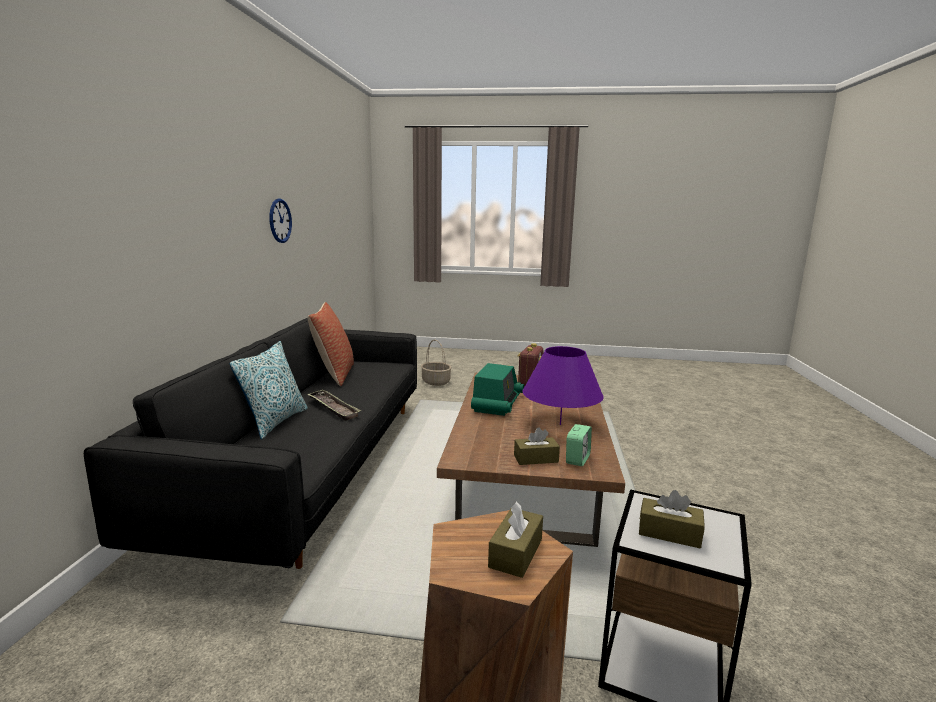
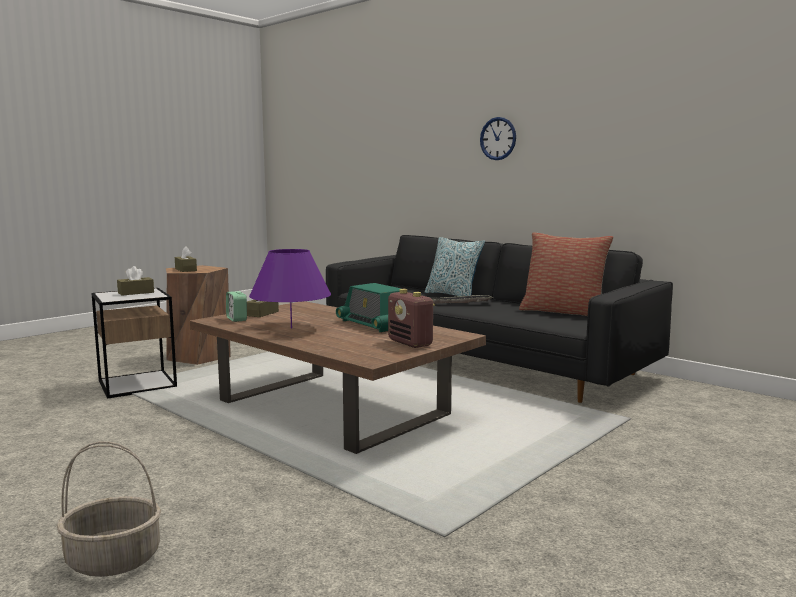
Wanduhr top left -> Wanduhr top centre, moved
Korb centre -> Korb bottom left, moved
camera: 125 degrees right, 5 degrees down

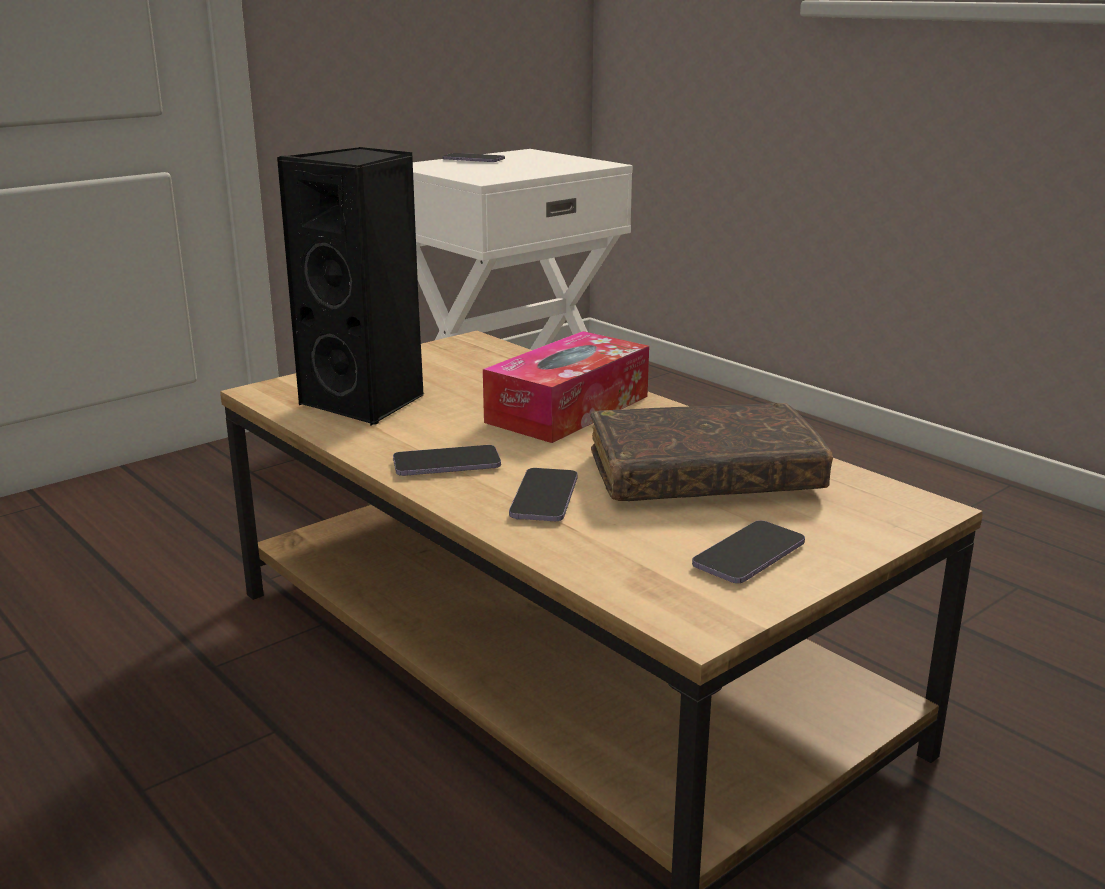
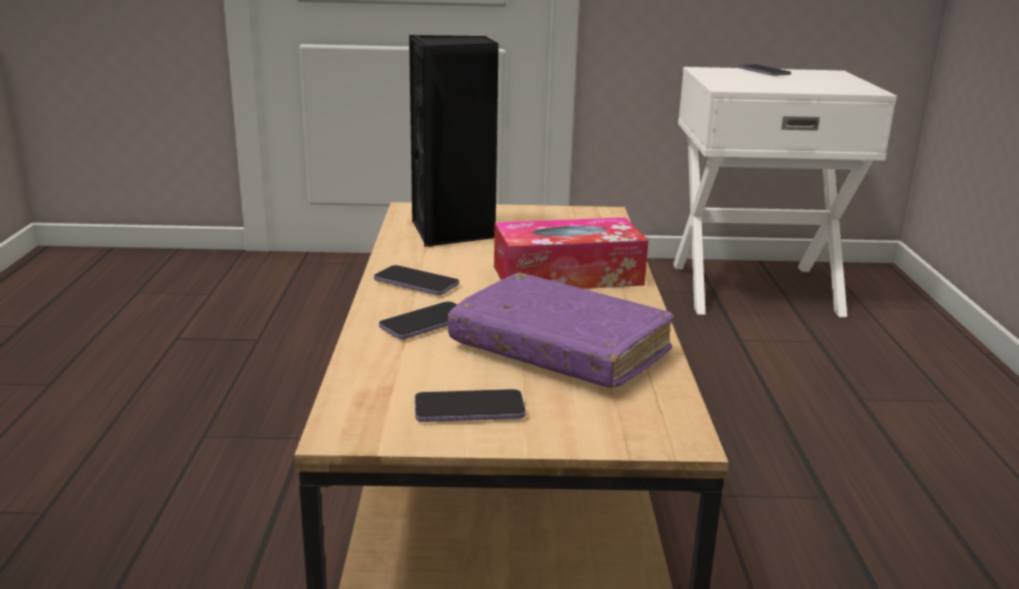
Buch [braun] centre -> Buch [lila] centre
camera: 40 degrees right, 0 degrees up

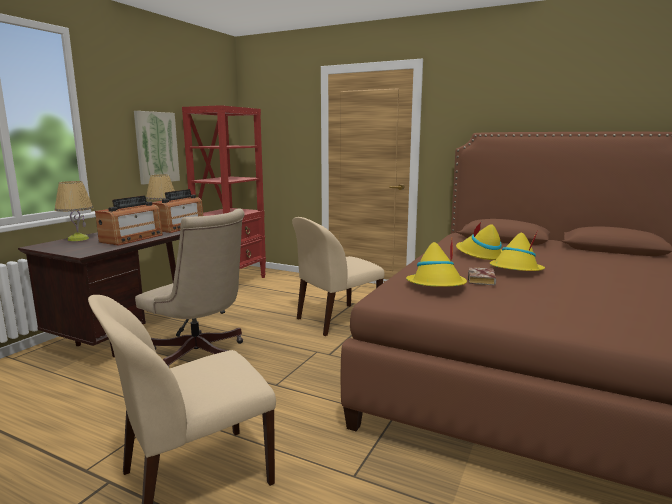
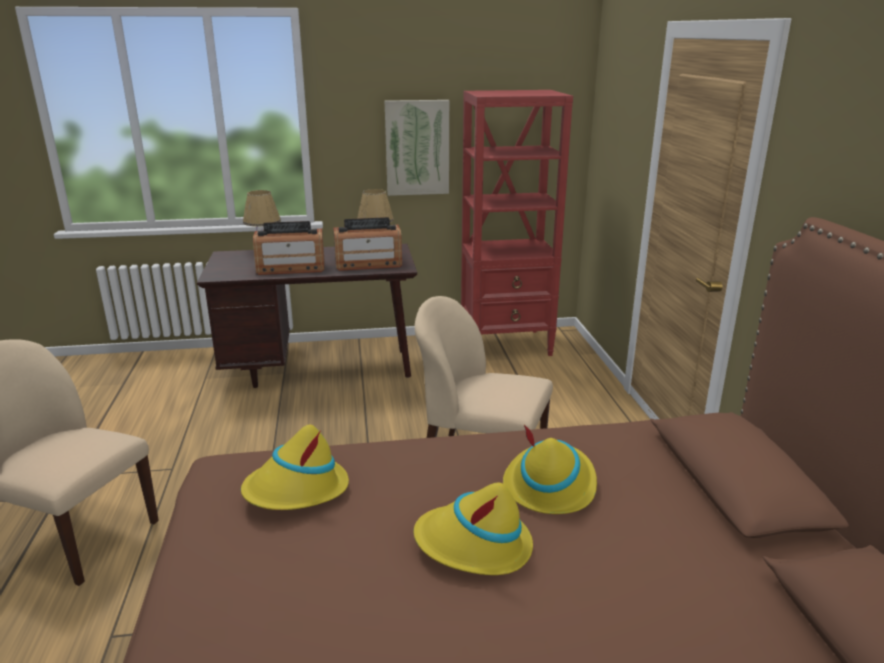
Bürostuhl [beige] middle left -> none
Buch middle right -> none
camera: 55 degrees right, 10 degrees up

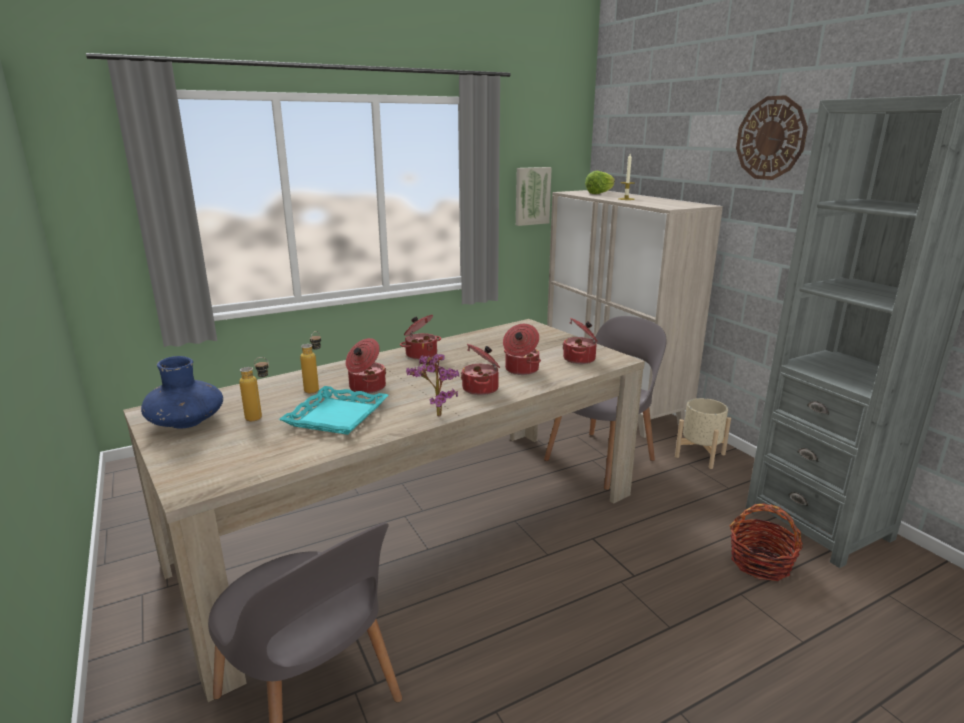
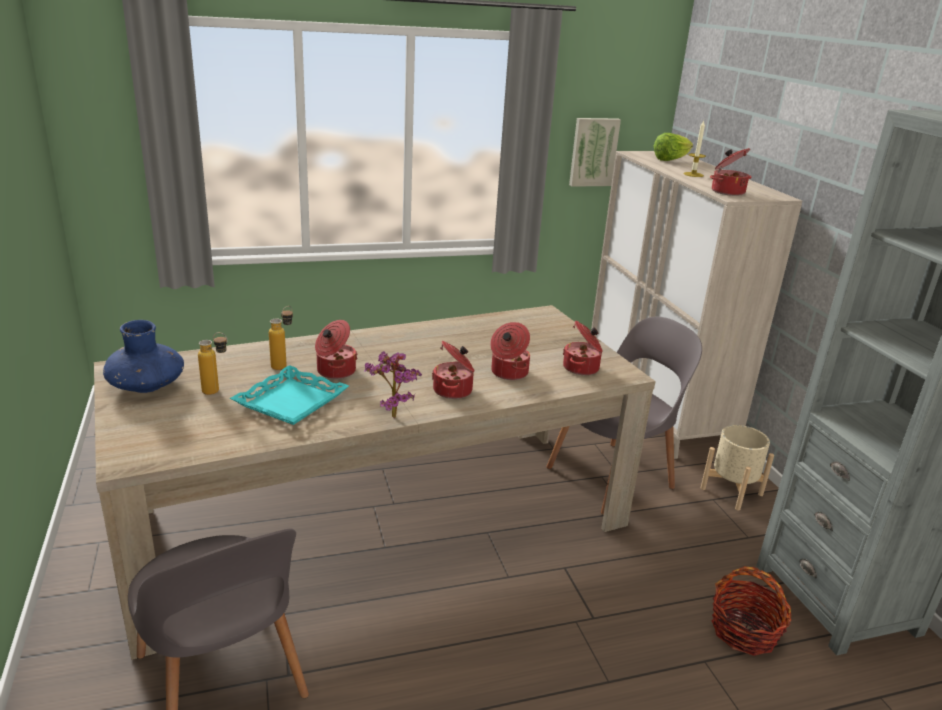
Wanduhr top right -> none
Kochtopf (2nd from left in the first image) centre -> Kochtopf (5th from left) top right, moved
camera: 10 degrees right, 5 degrees up

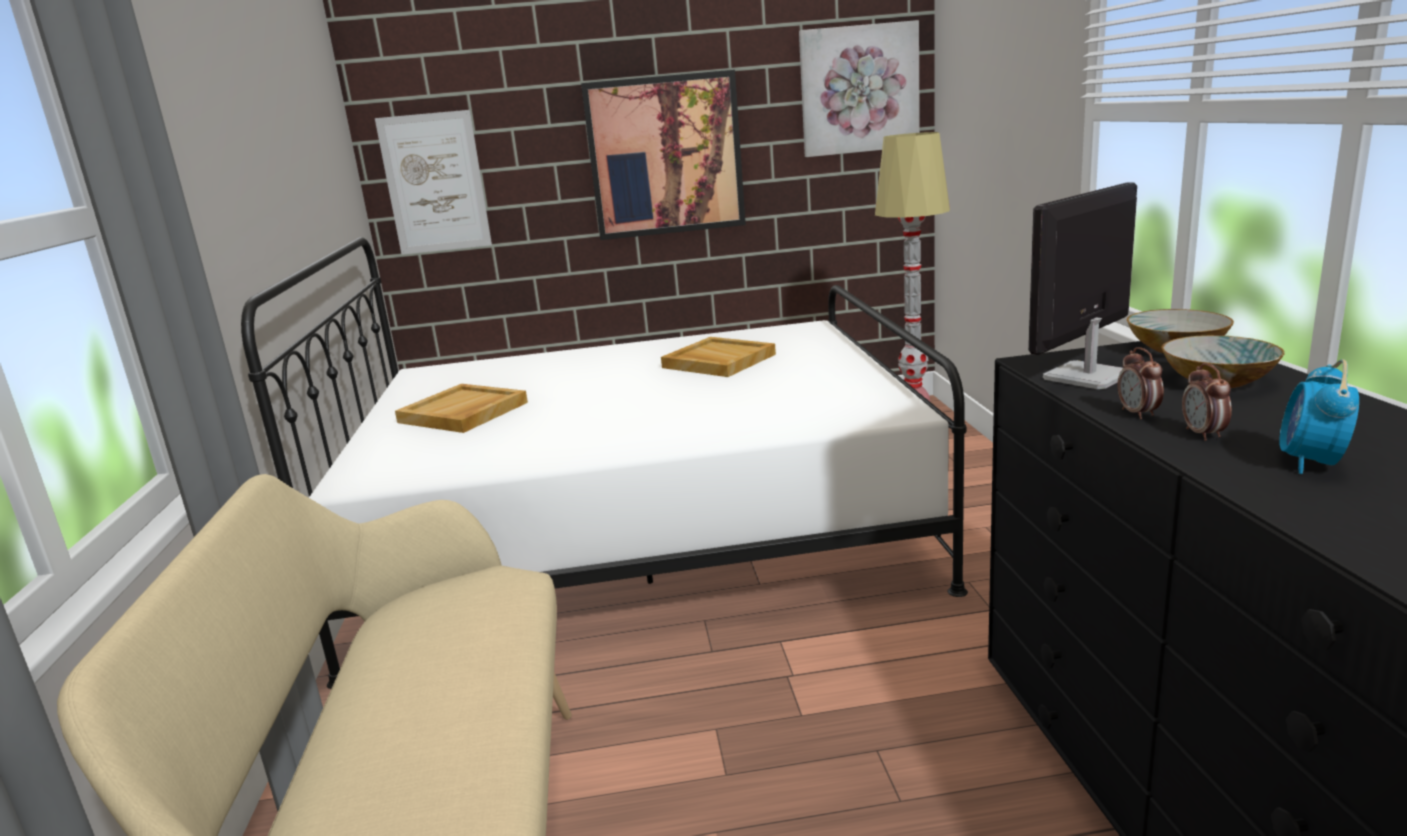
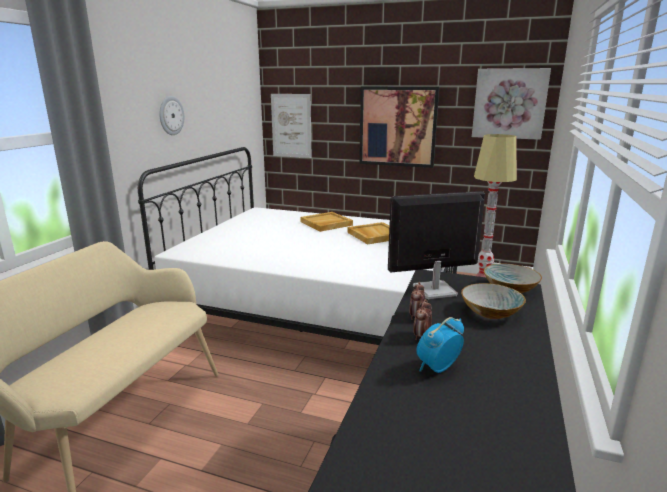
Tablett [beige] (1st from left) middle left -> Tablett [beige] (1st from left) centre, moved
none -> Wanduhr top left
camera: 25 degrees right, 0 degrees up

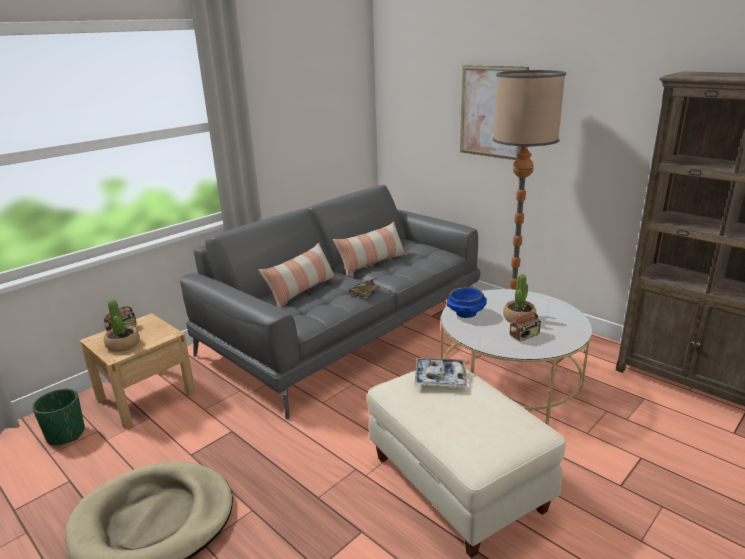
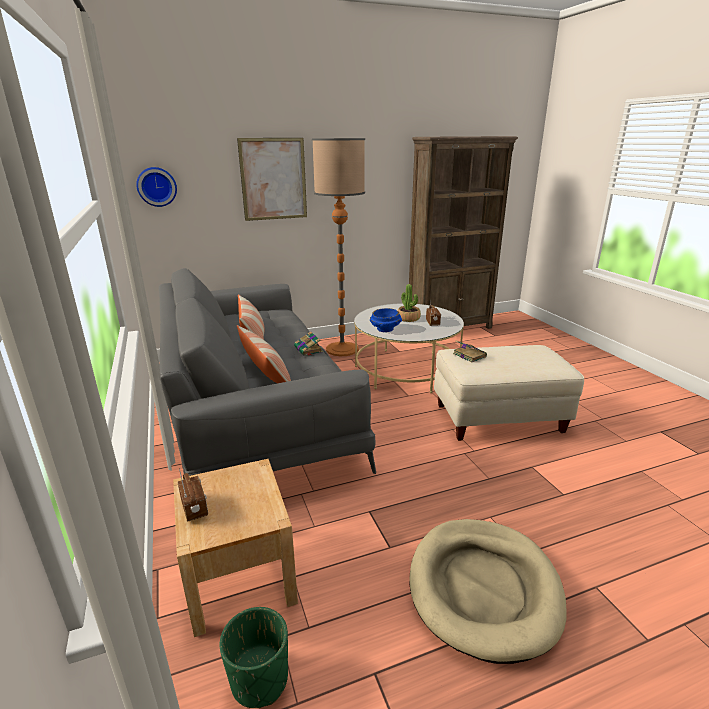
Topfpflanze (1st from left) middle left -> none
Tablett centre -> Buch (2nd from left) centre
none -> Wanduhr top left
camera: 65 degrees left, 0 degrees up

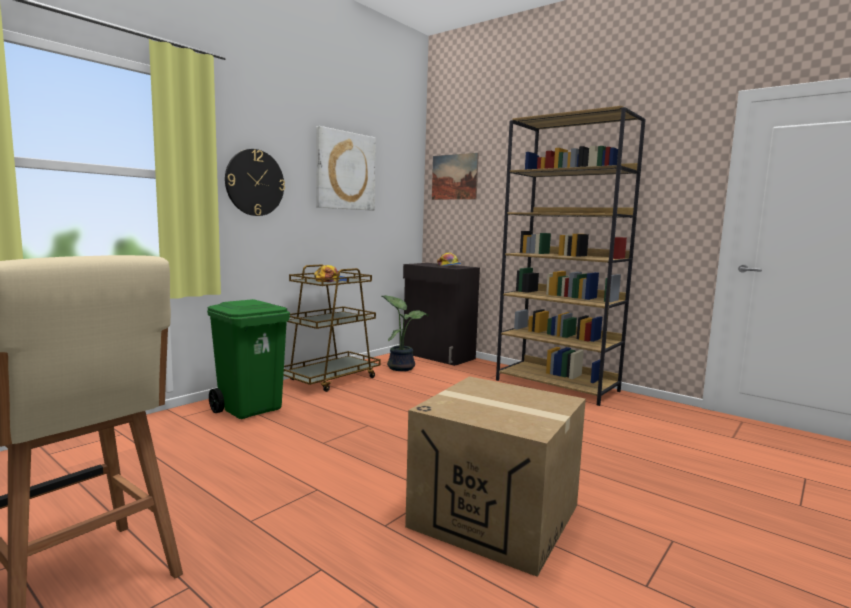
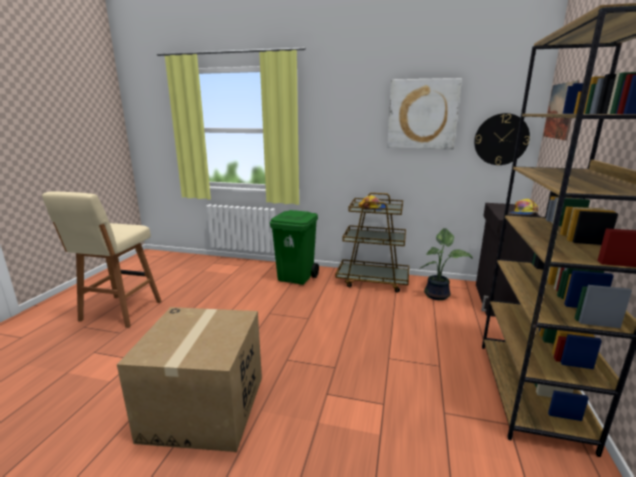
Wanduhr top left -> Wanduhr top right, moved
camera: 65 degrees right, 10 degrees up

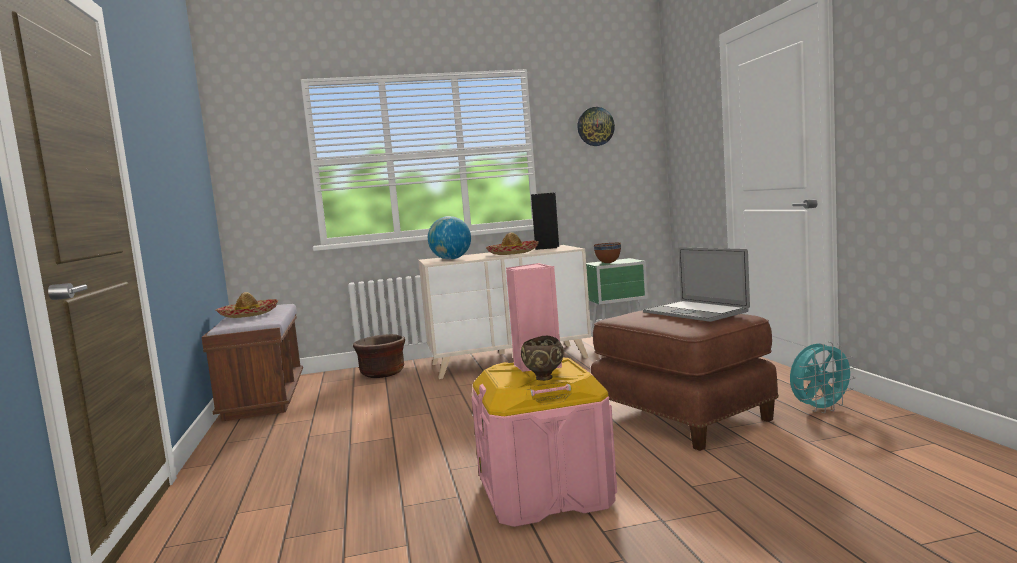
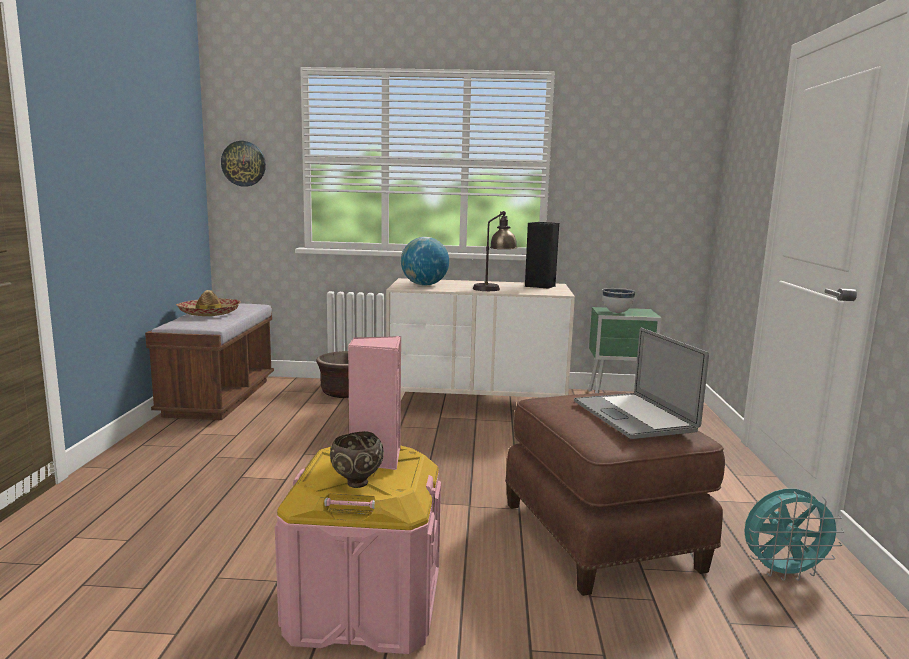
Wanduhr top centre -> Wanduhr top left, moved
Hut (2nd from left) centre -> Tischlampe centre
Schüssel [braun] (2nd from left) centre -> Schüssel [weiß] middle right
camera: 15 degrees right, 5 degrees up

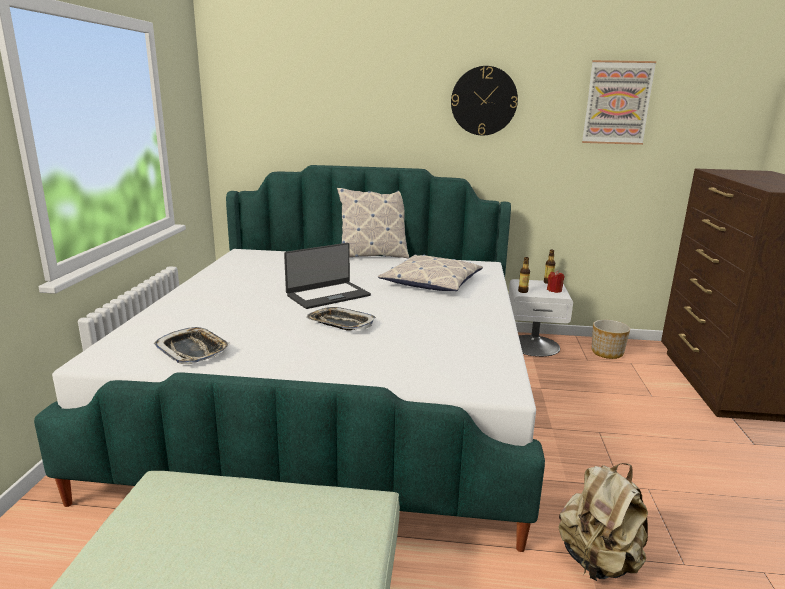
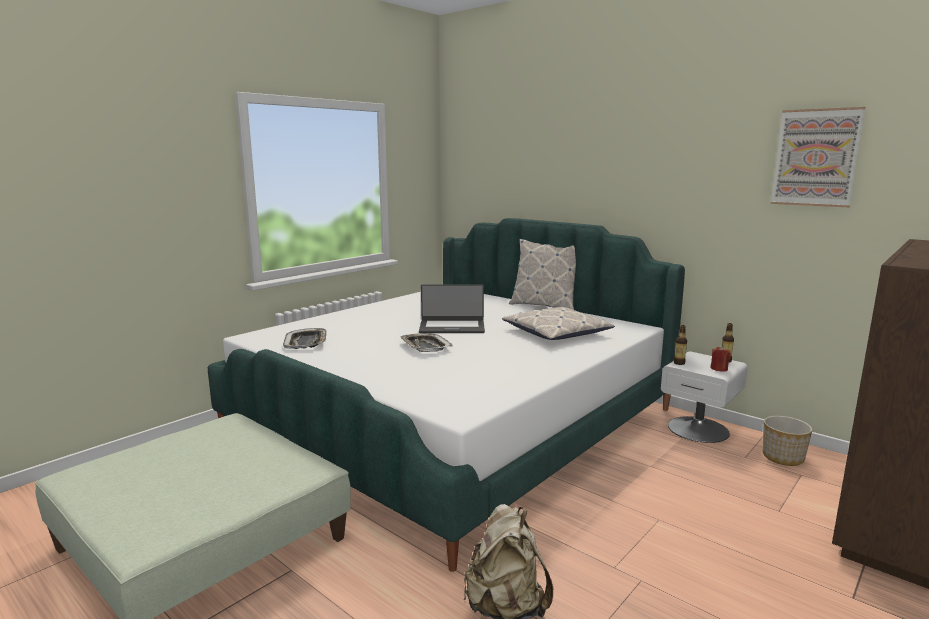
Wanduhr top centre -> none
camera: 35 degrees right, 5 degrees down

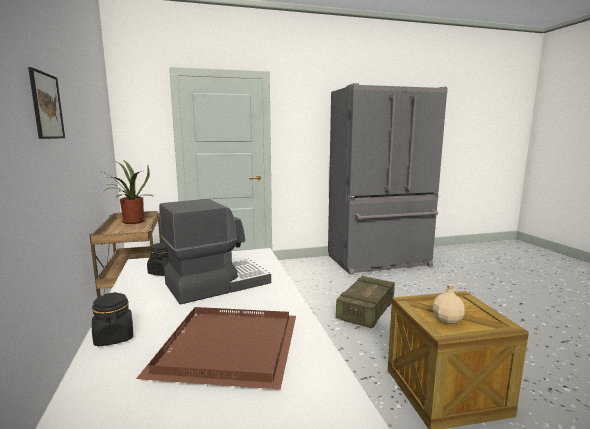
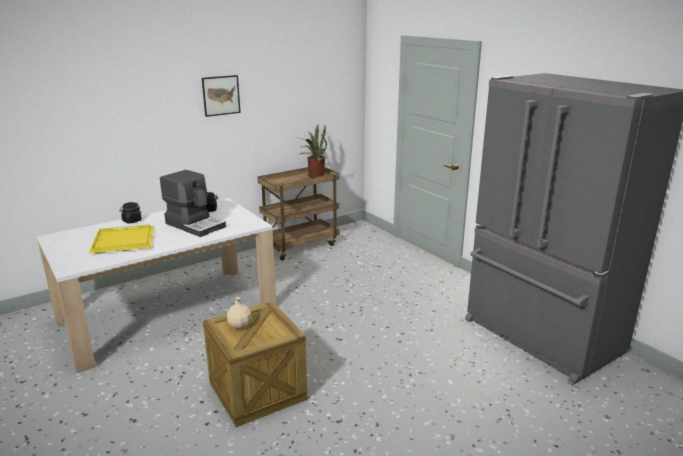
Kiste (1st from left) bottom centre -> none
Tablett [braun] bottom centre -> Tablett [gelb] middle left
camera: 70 degrees right, 10 degrees up

